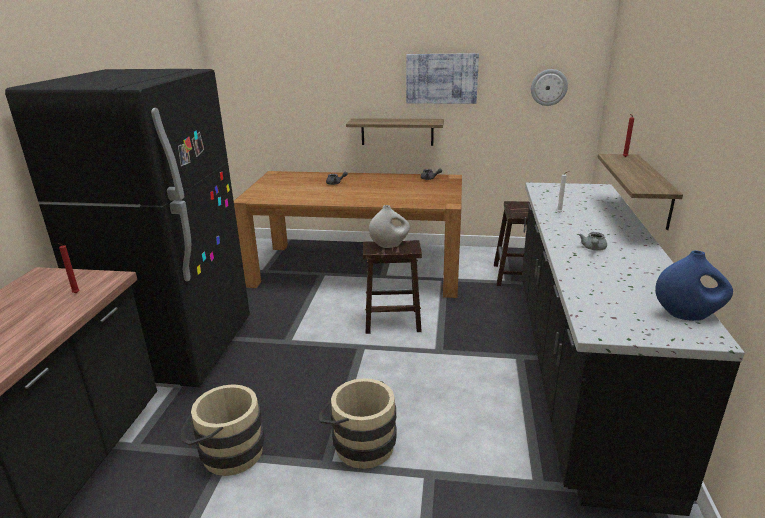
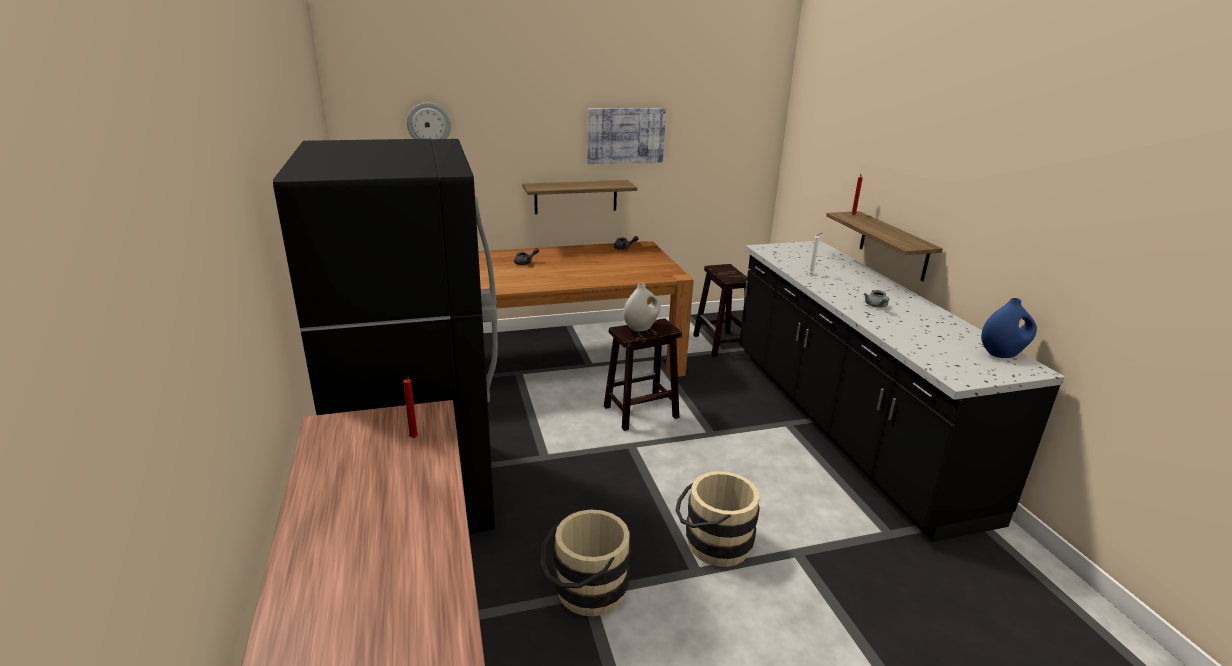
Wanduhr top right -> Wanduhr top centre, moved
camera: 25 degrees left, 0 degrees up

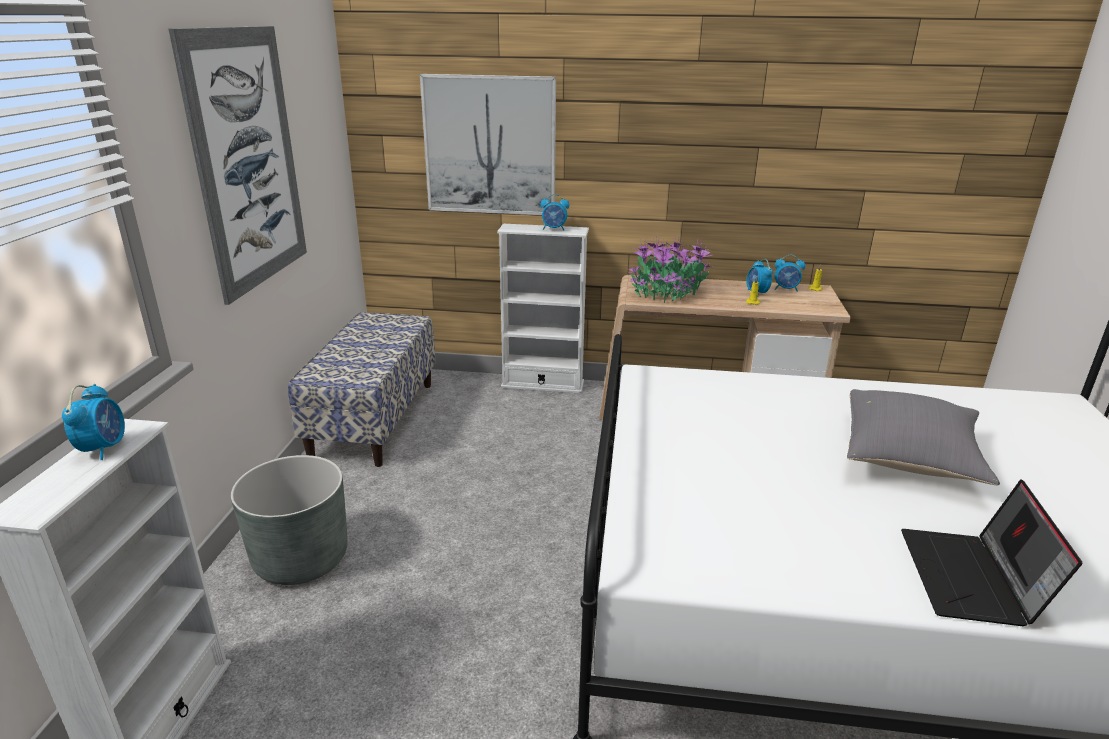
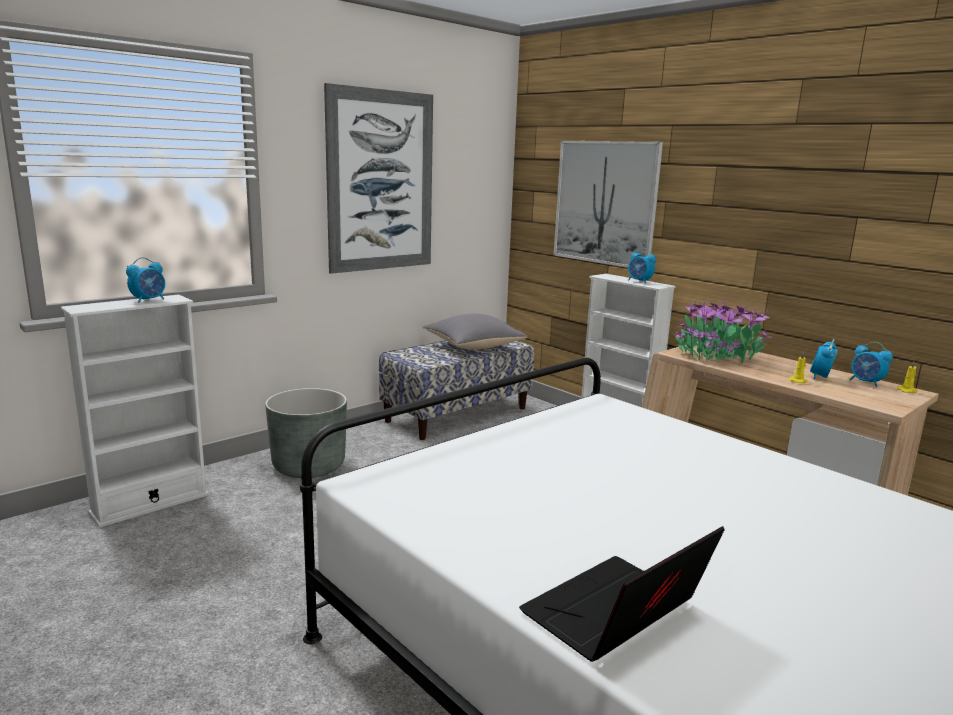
Kissen [grau] middle right -> Kissen [grau] centre, moved
camera: 40 degrees right, 10 degrees down

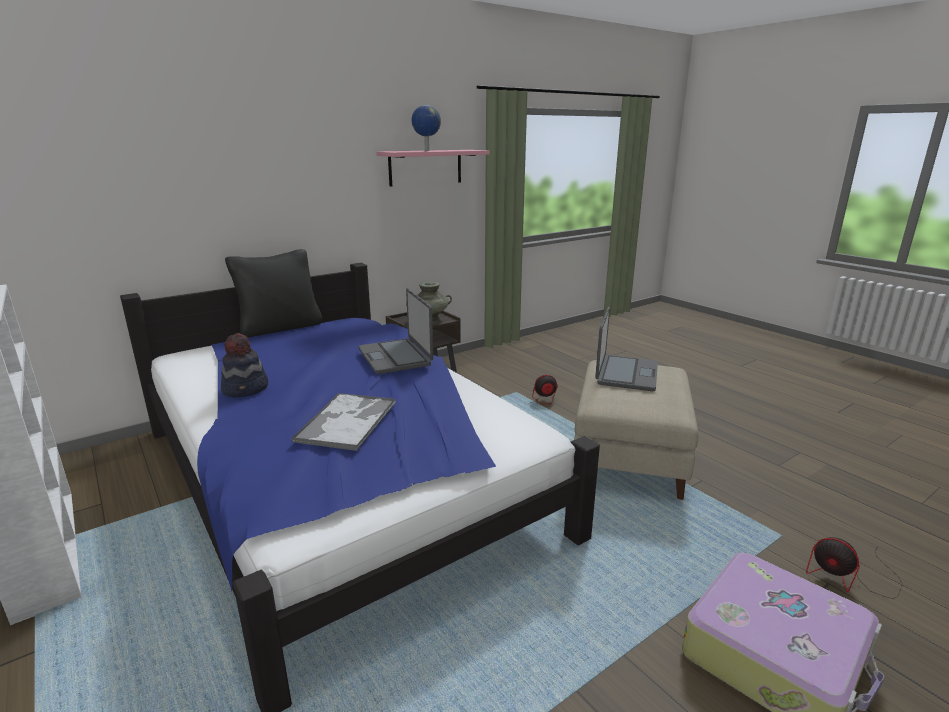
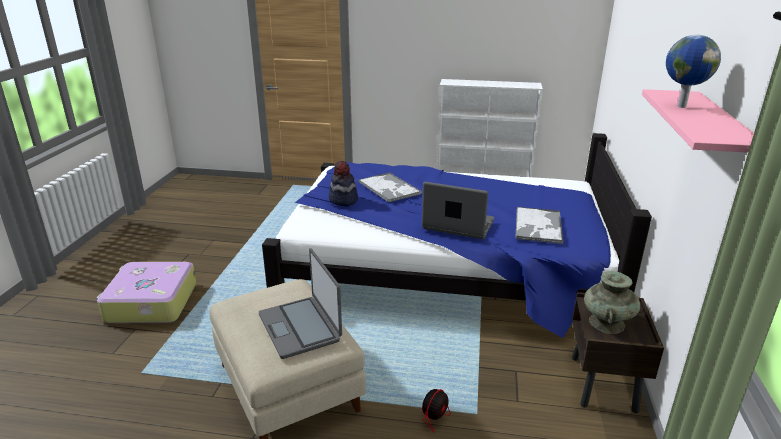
Kissen [schwarz] middle left -> none
Hut middle left -> Hut centre, moved
Ventilator (2nd from left) bottom right -> none
none -> Tablett (2nd from left) middle right
camera: 135 degrees right, 5 degrees up

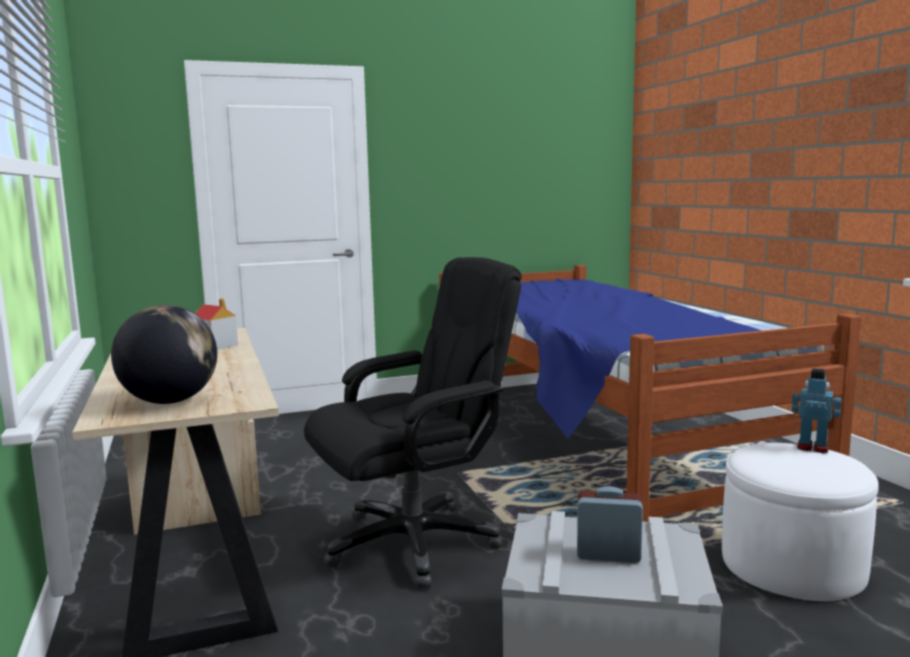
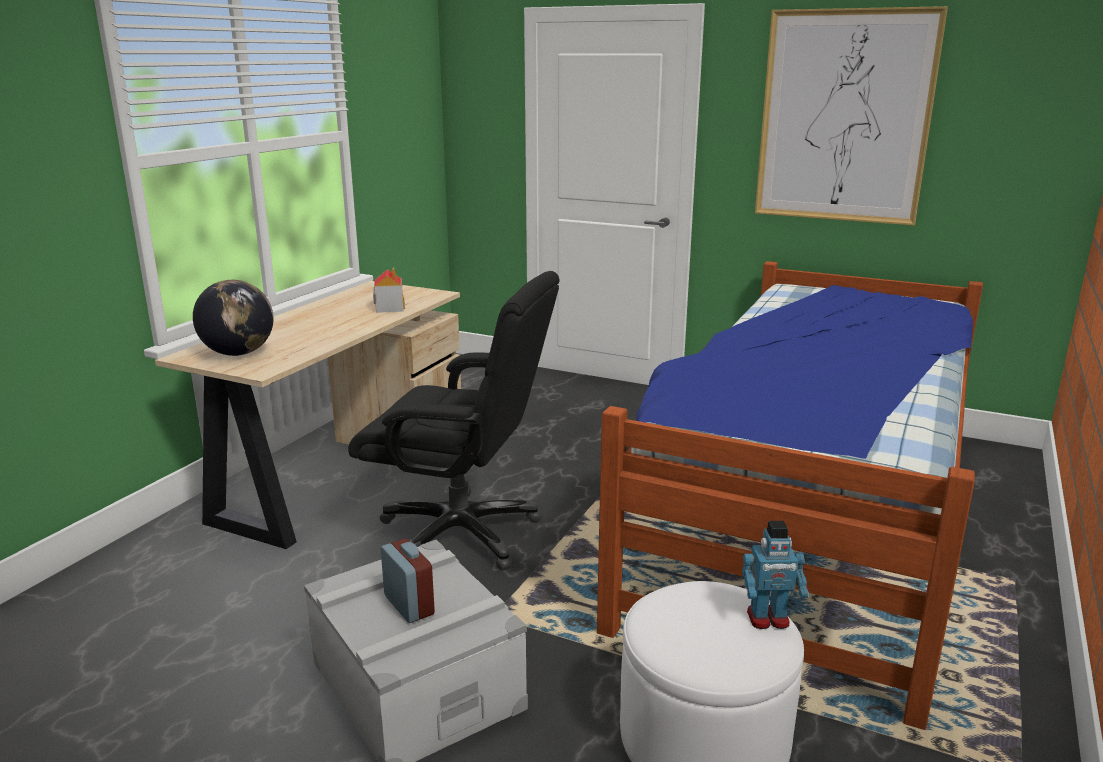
Spielzeugroboter middle right -> Spielzeugroboter bottom right, 105 degrees clockwise
none -> Bild top right
camera: 45 degrees right, 10 degrees up

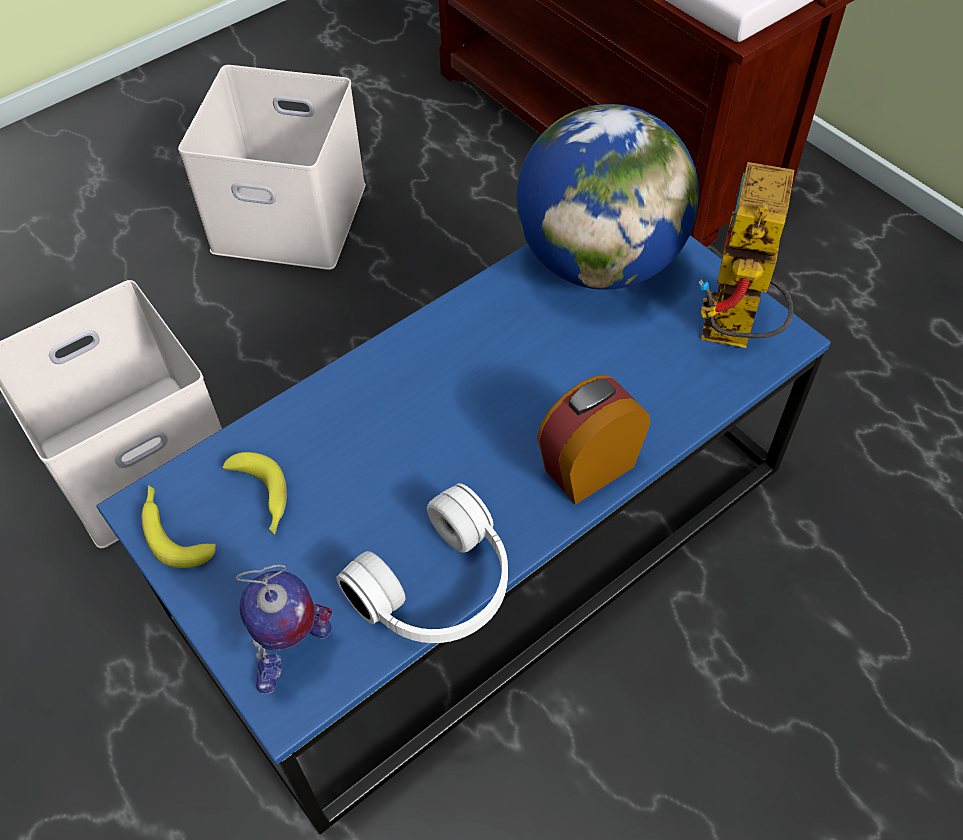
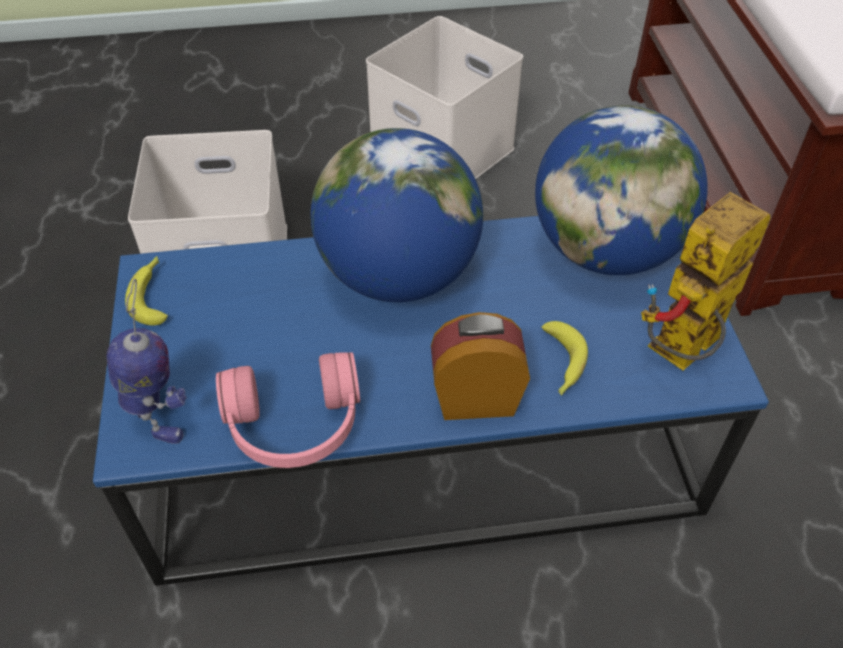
Banane (2nd from left) middle left -> Banane (2nd from left) middle right, moved
Kopfhörer [weiß] bottom centre -> Kopfhörer [rosa] centre
Spielzeugroboter (1st from left) bottom left -> Spielzeugroboter (1st from left) middle left, 105 degrees counterclockwise
none -> Globus (1st from left) top centre
camera: 30 degrees right, 5 degrees down

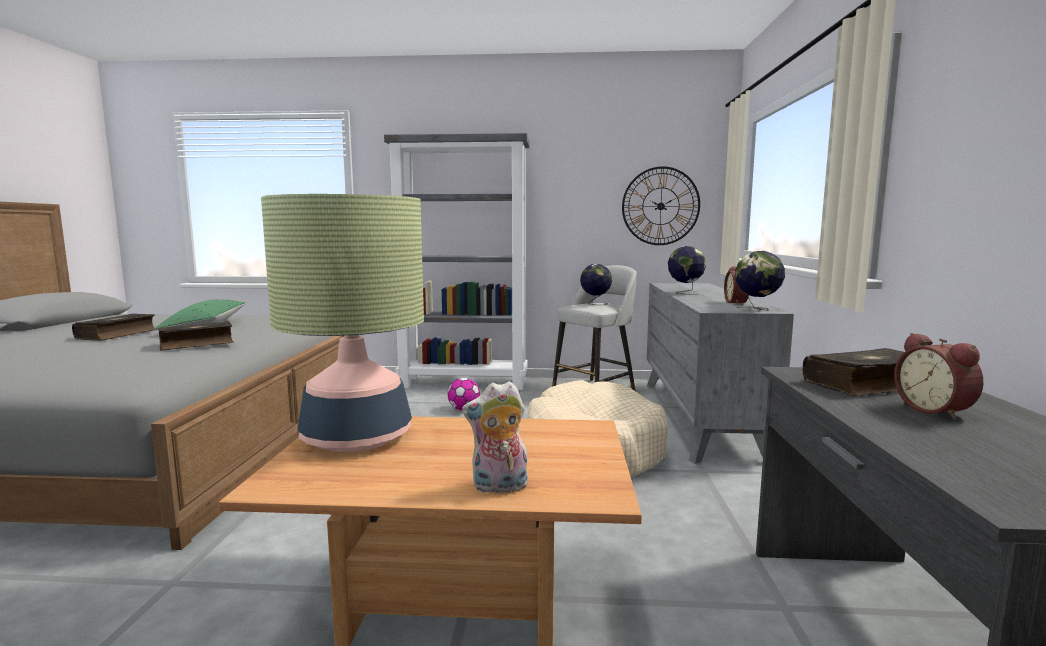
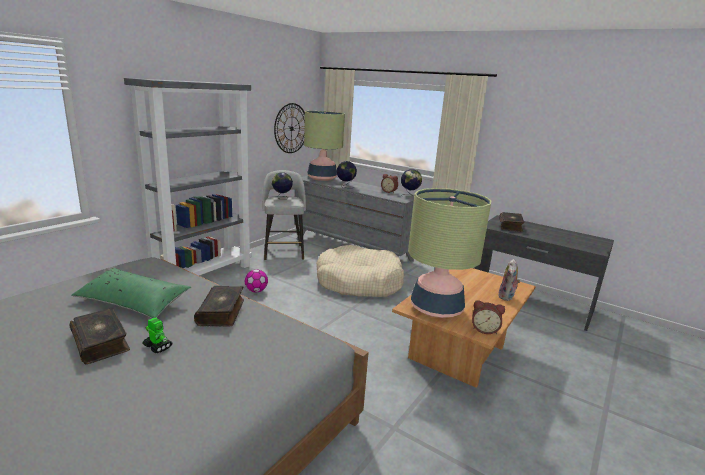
Wecker (2nd from left) middle right -> Wecker (2nd from left) bottom right, moved
none -> Tischlampe (1st from left) top centre
none -> Spielzeugroboter bottom left
camera: 60 degrees left, 10 degrees up

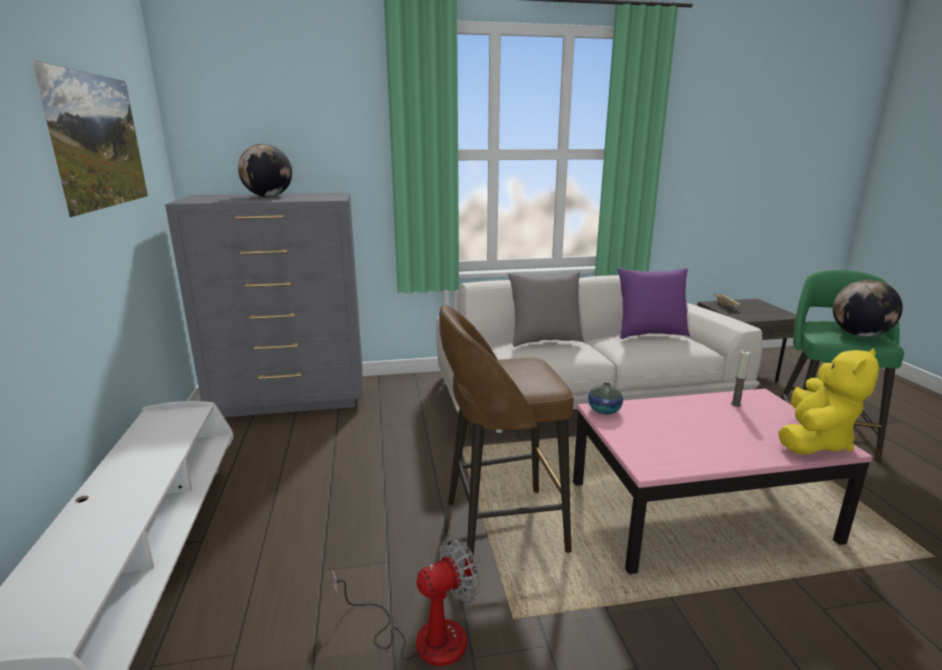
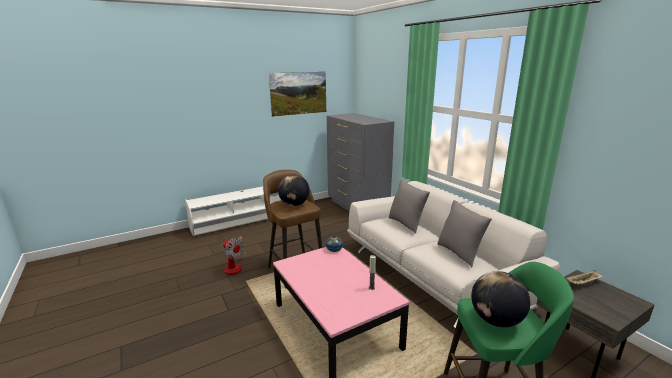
Globus (1st from left) top left -> Globus (1st from left) centre, moved
Kissen [lila] middle right -> Kissen [grau] (2nd from left) middle right
Plüschtier [gelb] middle right -> none
camera: 70 degrees right, 0 degrees up

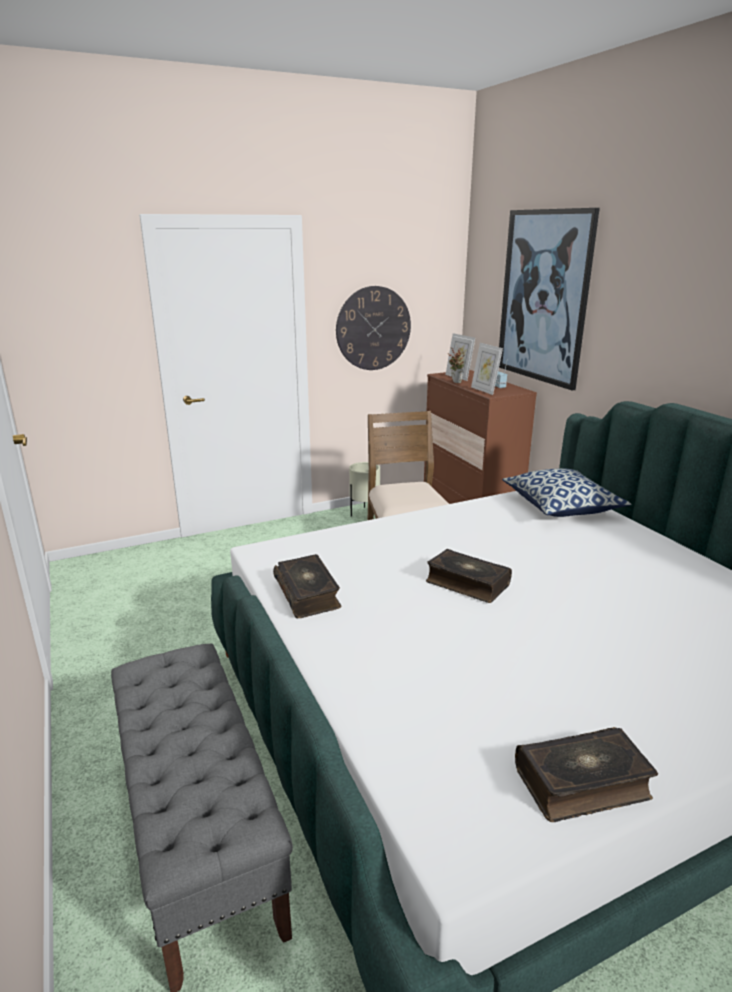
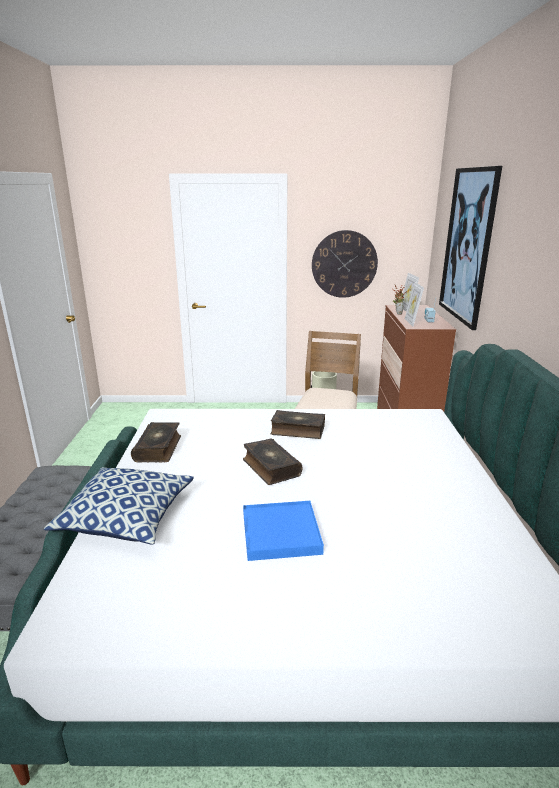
Kissen middle right -> Kissen middle left, moved
Buch (3rd from left) bottom right -> Buch (3rd from left) centre, moved
none -> Tablett [blau] bottom centre
camera: 25 degrees right, 0 degrees up

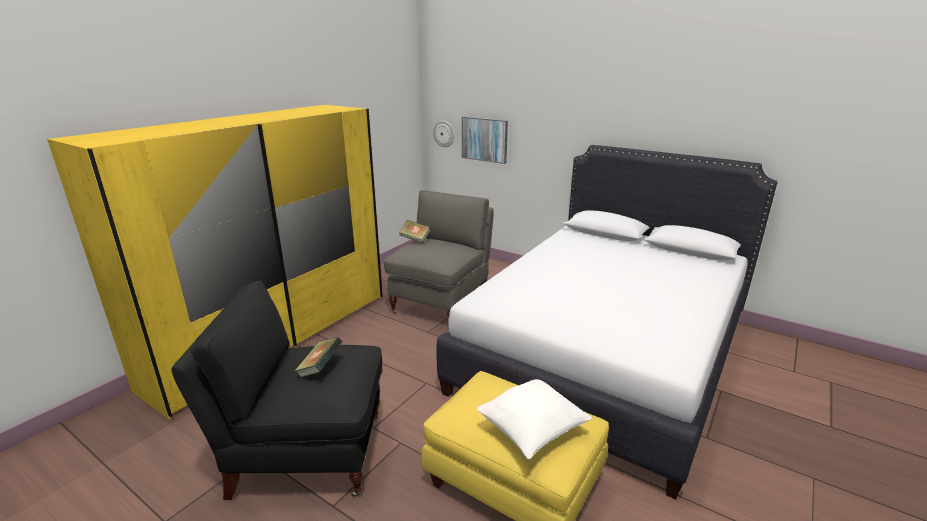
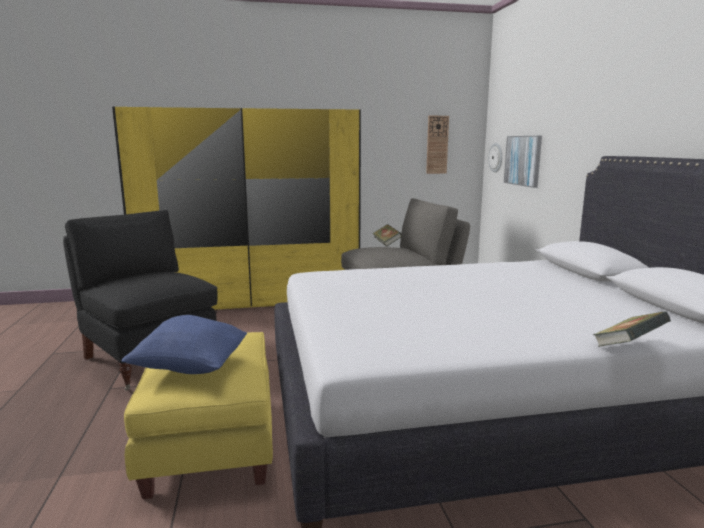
Buch (1st from left in the first image) bottom centre -> Buch (2nd from left) middle right, moved
Kissen [weiß] bottom centre -> Kissen [blau] middle left
none -> Wanduhr (1st from left) top centre
camera: 45 degrees right, 10 degrees down

